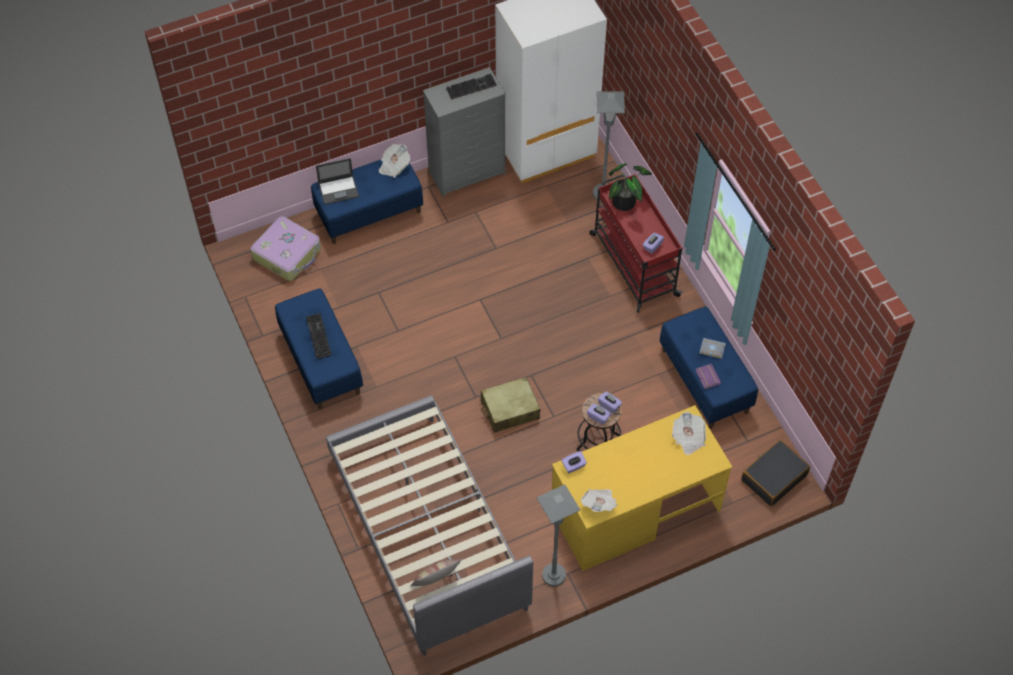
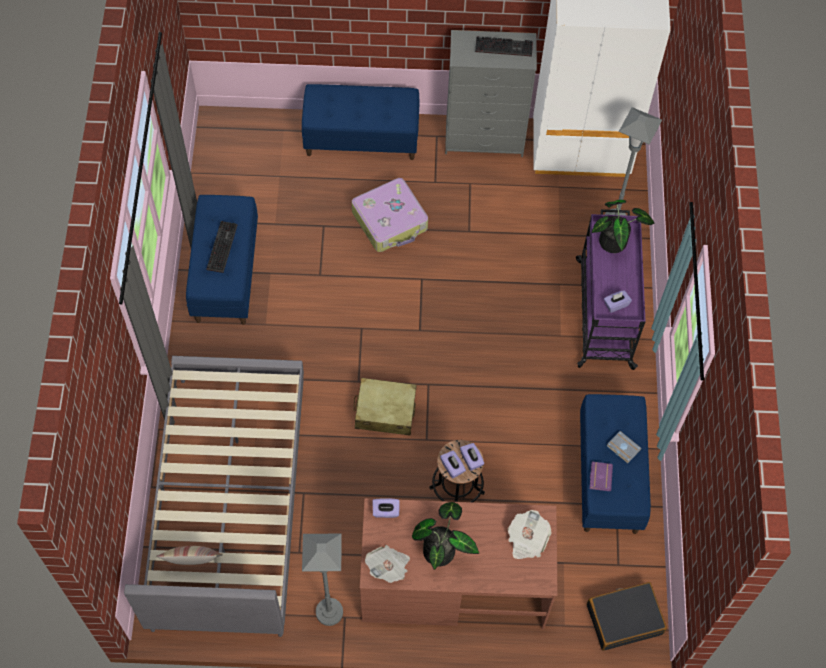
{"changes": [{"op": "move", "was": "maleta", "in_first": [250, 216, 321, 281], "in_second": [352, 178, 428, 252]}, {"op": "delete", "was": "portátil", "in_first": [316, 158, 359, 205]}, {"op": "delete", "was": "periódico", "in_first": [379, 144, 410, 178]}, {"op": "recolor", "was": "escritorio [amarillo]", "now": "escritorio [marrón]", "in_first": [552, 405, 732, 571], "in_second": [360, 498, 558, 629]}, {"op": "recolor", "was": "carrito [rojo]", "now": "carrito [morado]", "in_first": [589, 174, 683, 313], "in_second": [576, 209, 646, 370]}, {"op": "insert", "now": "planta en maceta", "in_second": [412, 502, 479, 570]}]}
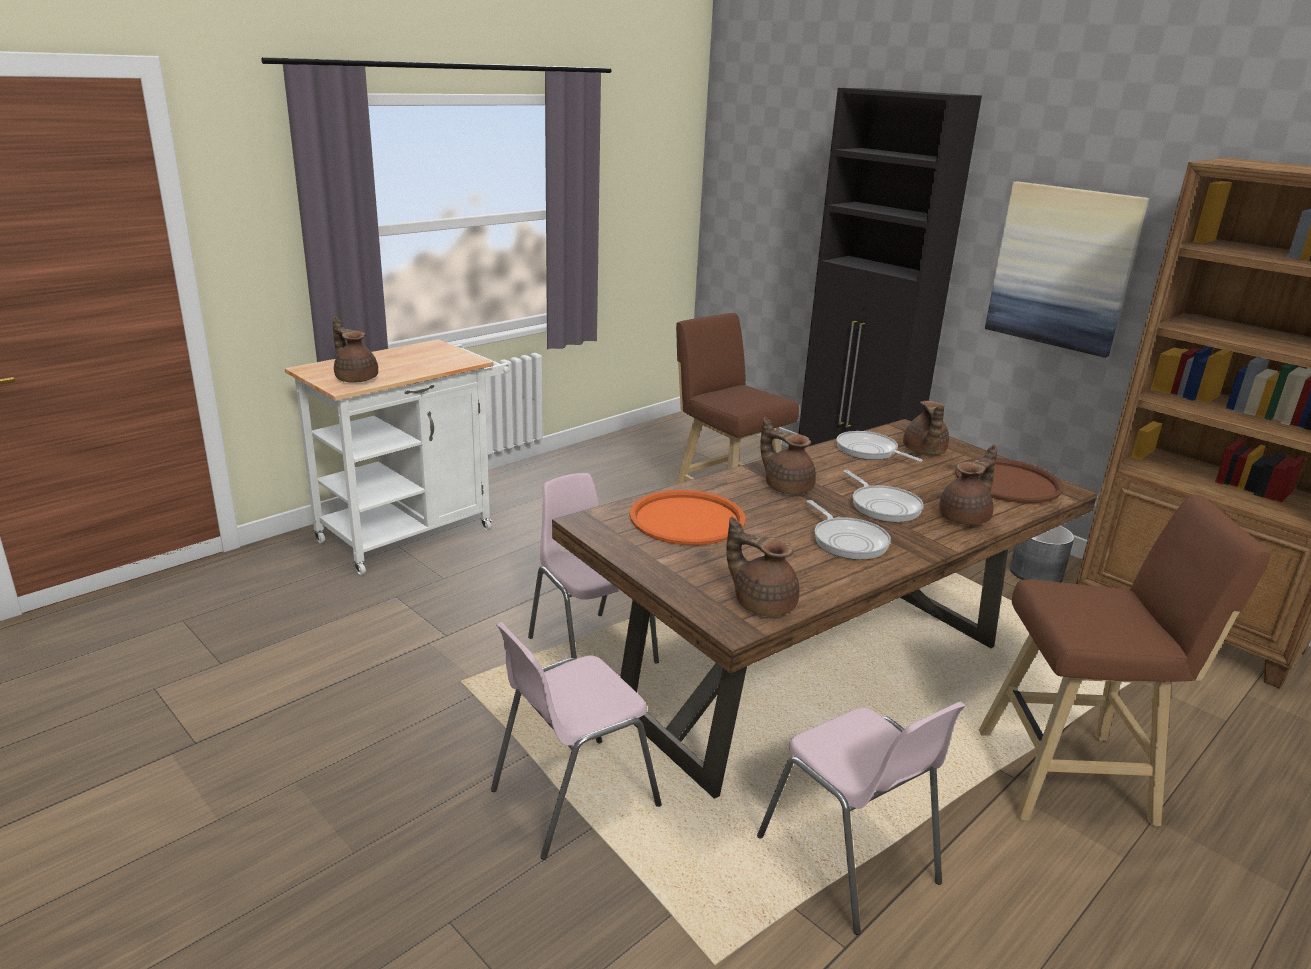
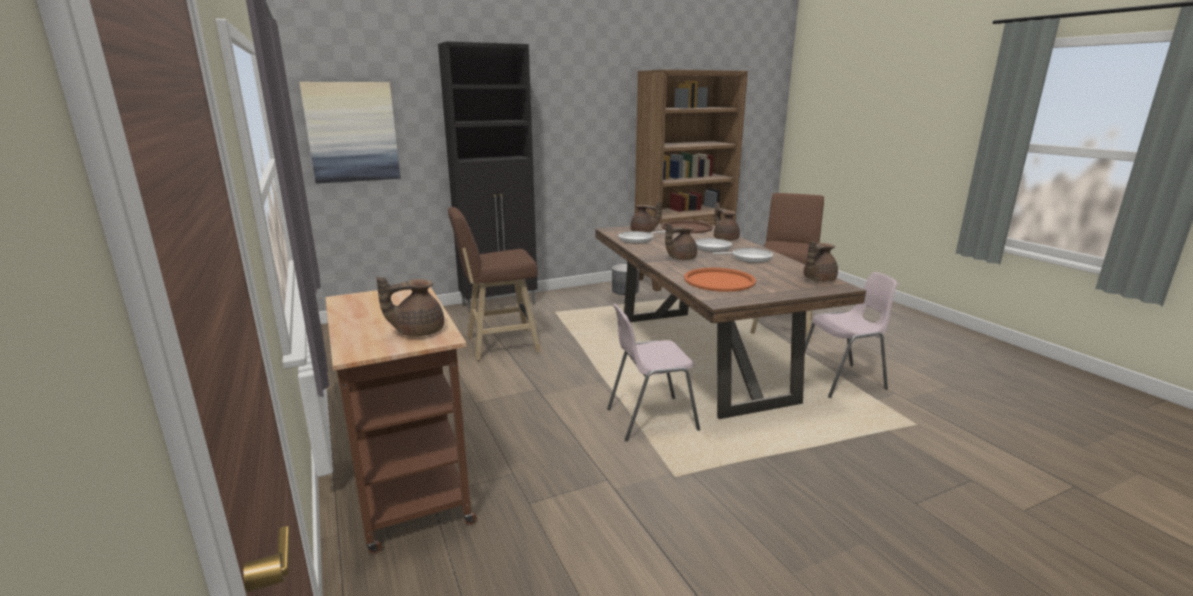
{"changes": [{"op": "recolor", "was": "carrito [blanco]", "now": "carrito [marrón]", "in_first": [285, 339, 510, 575], "in_second": [325, 287, 477, 554]}, {"op": "delete", "was": "silla [rosa]", "in_first": [491, 622, 662, 860]}, {"op": "move", "was": "cuadro", "in_first": [985, 181, 1149, 358], "in_second": [299, 82, 401, 184]}]}
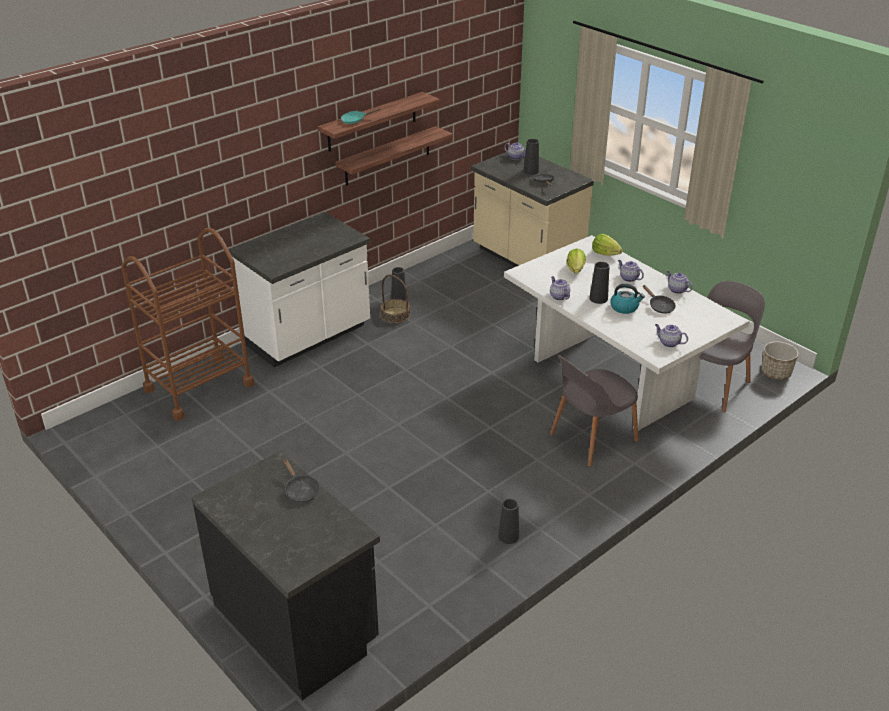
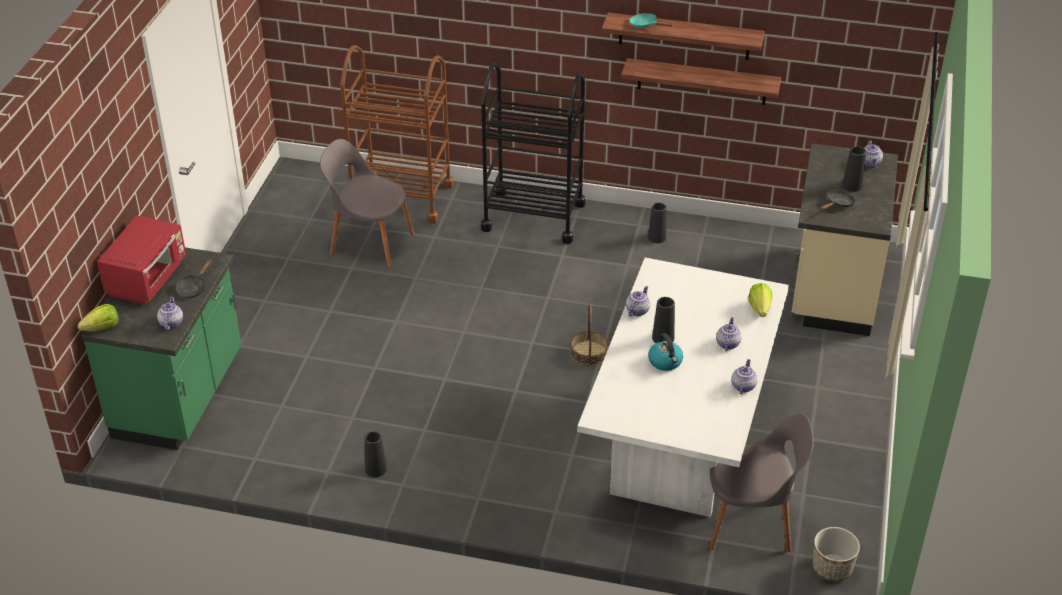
{"changes": [{"op": "recolor", "was": "mueble bajo de cocina [negro]", "now": "mueble bajo de cocina [verde]", "in_first": [191, 451, 380, 700], "in_second": [82, 247, 241, 450]}, {"op": "replace", "was": "mueble bajo de cocina [blanco]", "now": "carrito [negro]", "in_first": [228, 212, 370, 367], "in_second": [481, 63, 585, 244]}, {"op": "move", "was": "cesta", "in_first": [380, 275, 410, 323], "in_second": [570, 304, 608, 366]}, {"op": "move", "was": "silla [gris]", "in_first": [550, 354, 639, 466], "in_second": [320, 139, 414, 268]}, {"op": "move", "was": "lechuga", "in_first": [567, 248, 586, 274], "in_second": [78, 304, 119, 331]}, {"op": "delete", "was": "sartén [negro]", "in_first": [643, 285, 676, 314]}, {"op": "move", "was": "tetera", "in_first": [655, 324, 688, 347], "in_second": [157, 296, 183, 330]}, {"op": "insert", "now": "microondas [rojo]", "in_second": [97, 215, 186, 304]}]}
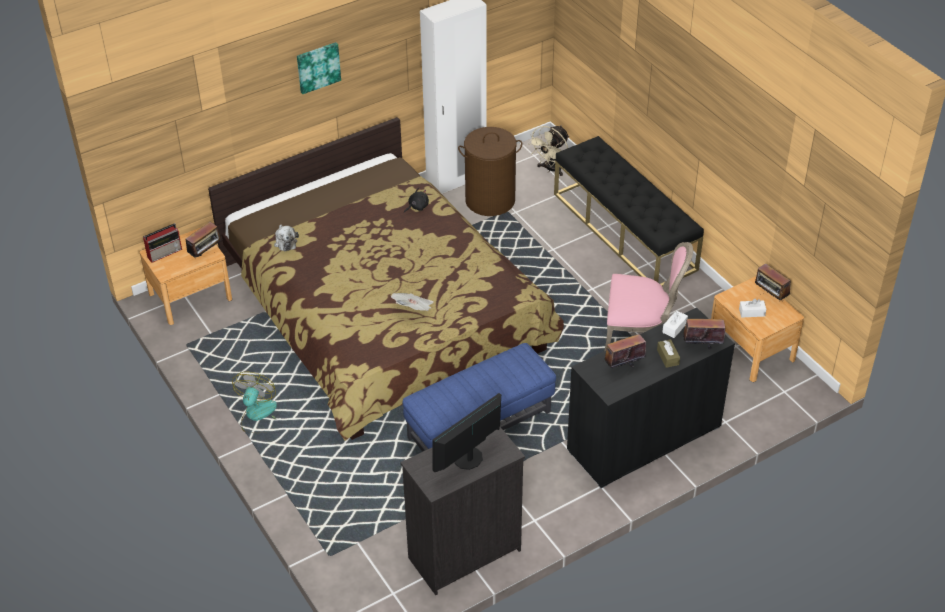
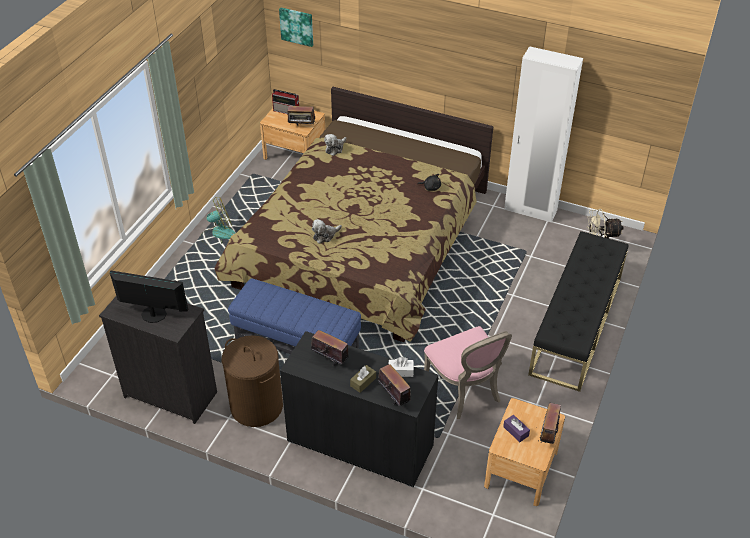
{"changes": [{"op": "move", "was": "cuadro", "in_first": [297, 42, 341, 94], "in_second": [279, 7, 313, 47]}, {"op": "replace", "was": "periódico", "now": "peluche", "in_first": [391, 293, 433, 311], "in_second": [312, 219, 342, 244]}, {"op": "move", "was": "cesto de la ropa [marrón]", "in_first": [458, 127, 522, 216], "in_second": [222, 335, 283, 427]}, {"op": "recolor", "was": "caja de pañuelos [blanco]", "now": "caja de pañuelos [morado]", "in_first": [739, 299, 766, 318], "in_second": [503, 415, 530, 442]}]}
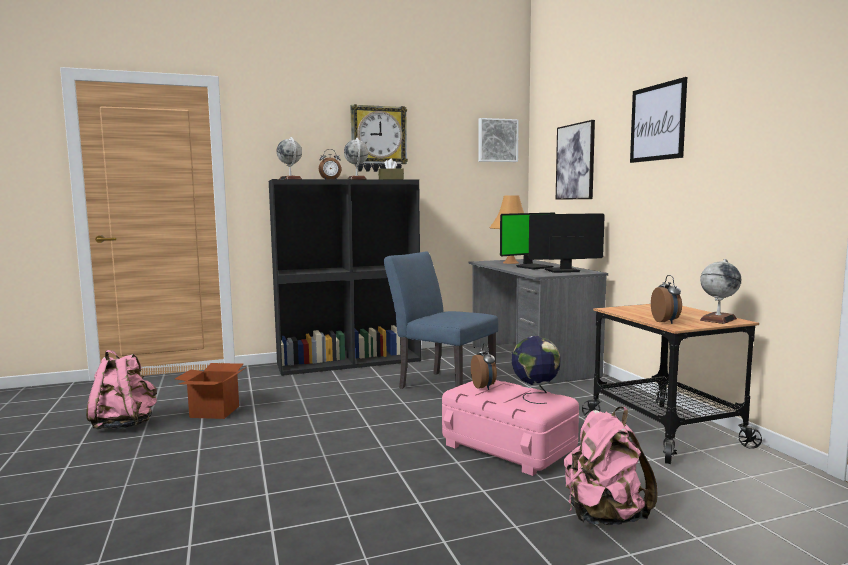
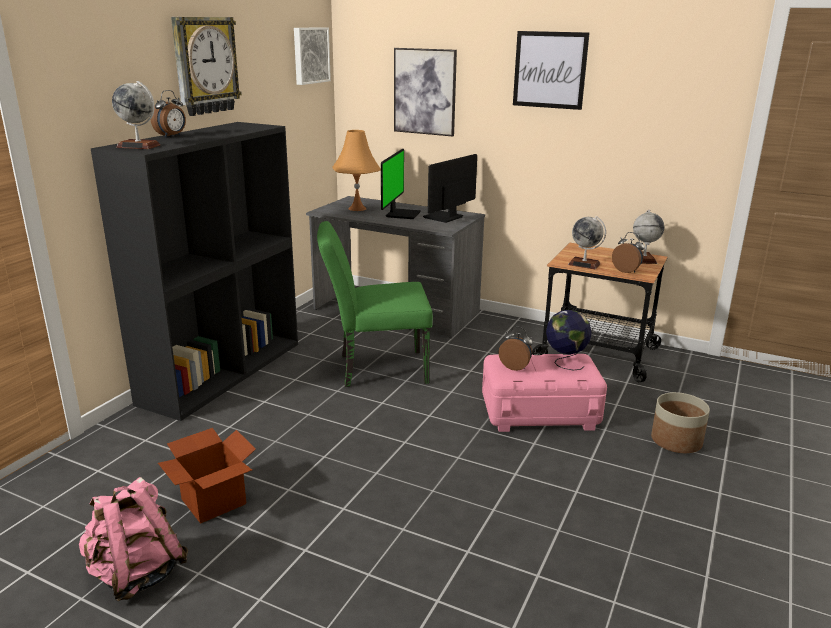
{"changes": [{"op": "move", "was": "globo terráqueo", "in_first": [344, 138, 368, 179], "in_second": [568, 216, 606, 269]}, {"op": "delete", "was": "caja de pañuelos [marrón]", "in_first": [378, 159, 404, 180]}, {"op": "recolor", "was": "silla [azul]", "now": "silla [verde]", "in_first": [384, 251, 498, 389], "in_second": [317, 221, 433, 387]}, {"op": "replace", "was": "mochila [rosa]", "now": "maceta", "in_first": [564, 407, 658, 525], "in_second": [651, 392, 710, 453]}]}
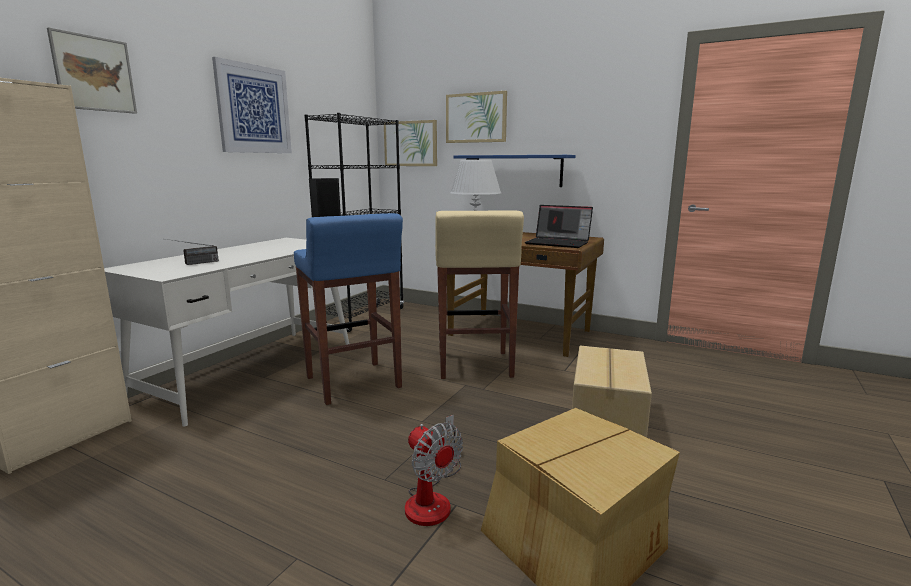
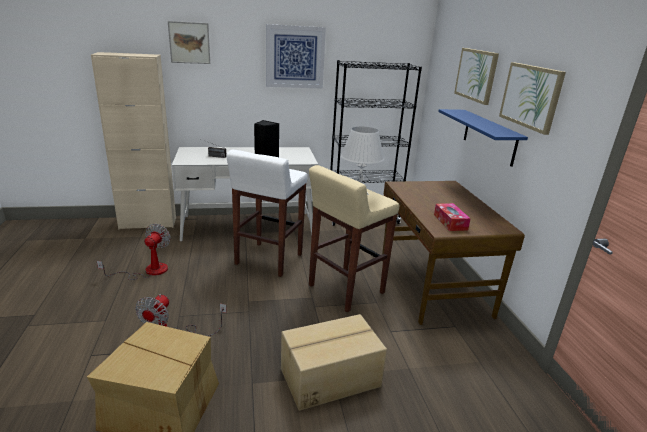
{"changes": [{"op": "recolor", "was": "taburete [azul]", "now": "taburete [blanco]", "in_first": [294, 213, 403, 405], "in_second": [226, 150, 308, 277]}, {"op": "move", "was": "cuadro", "in_first": [384, 120, 437, 166], "in_second": [499, 62, 566, 135]}, {"op": "replace", "was": "portátil", "now": "caja de pañuelos", "in_first": [525, 205, 593, 248], "in_second": [434, 203, 471, 231]}, {"op": "insert", "now": "ventilador", "in_second": [97, 224, 171, 280]}]}
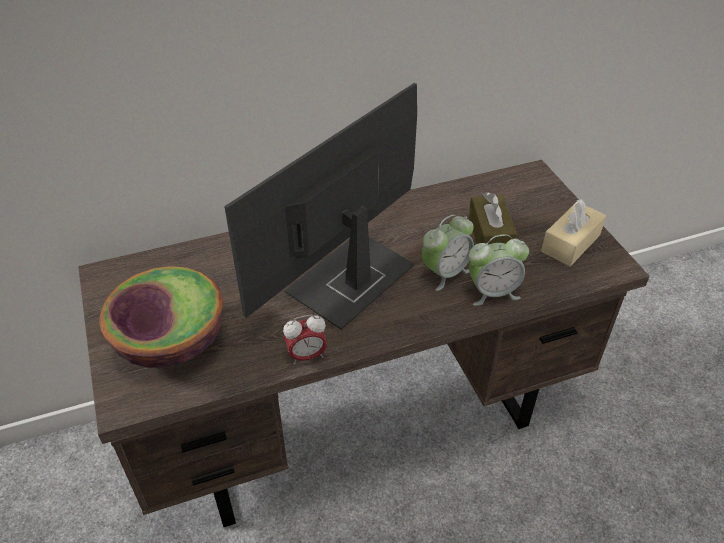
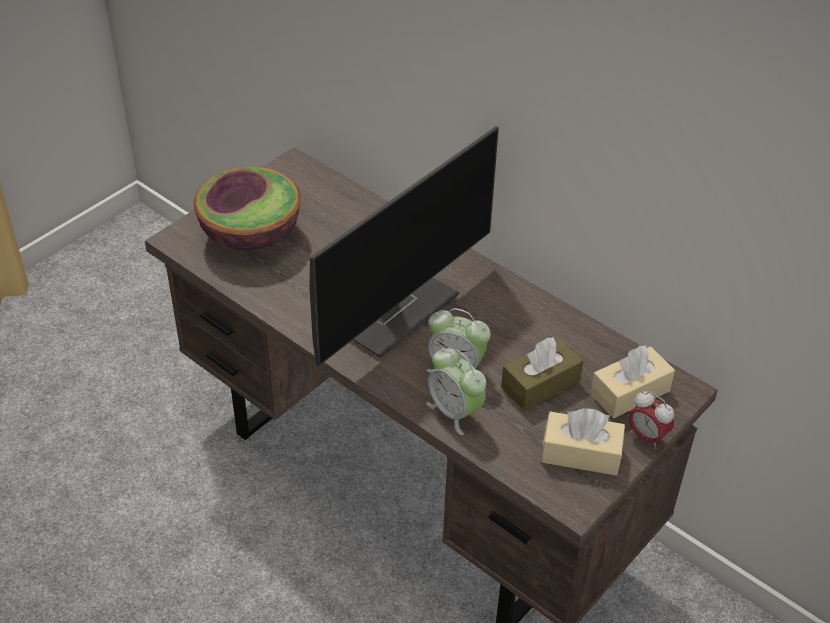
{"changes": [{"op": "rotate", "was": "monitor", "in_first": [224, 83, 417, 330], "in_second": [309, 126, 499, 366], "clockwise": 120}, {"op": "move", "was": "despertador", "in_first": [283, 315, 328, 365], "in_second": [629, 391, 674, 449]}, {"op": "insert", "now": "caja de pañuelos [beis]", "in_second": [590, 346, 675, 418]}]}
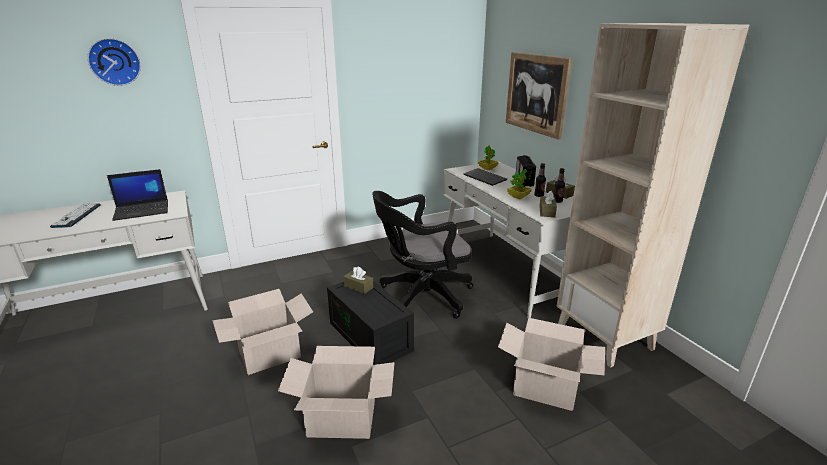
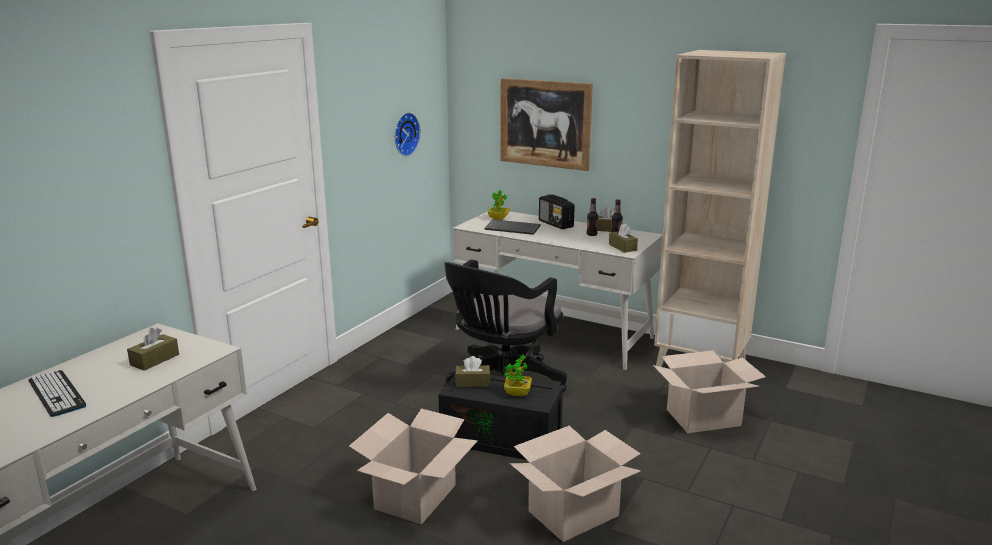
{"changes": [{"op": "move", "was": "reloj de pared", "in_first": [88, 38, 141, 86], "in_second": [395, 112, 420, 156]}, {"op": "replace", "was": "portátil", "now": "caja de pañuelos [marrón]", "in_first": [107, 169, 168, 221], "in_second": [127, 328, 179, 371]}, {"op": "move", "was": "planta en maceta", "in_first": [507, 169, 532, 199], "in_second": [504, 355, 532, 396]}]}
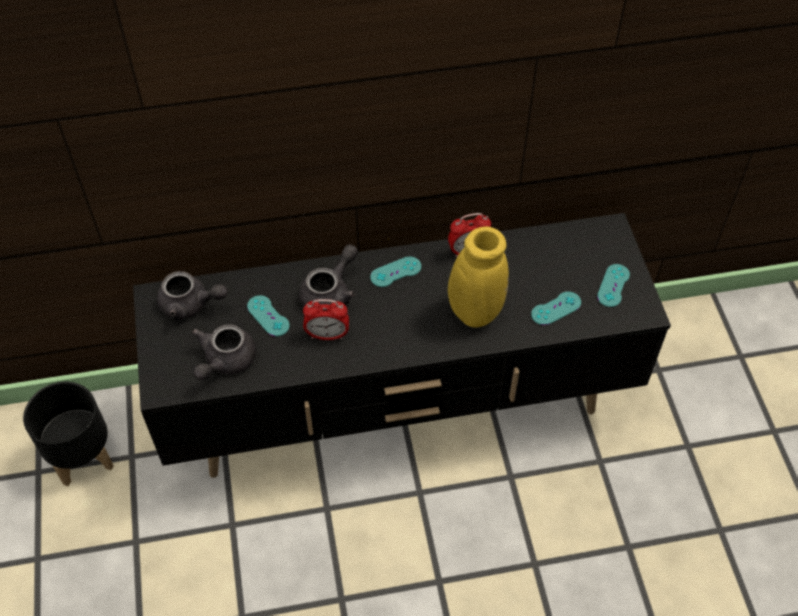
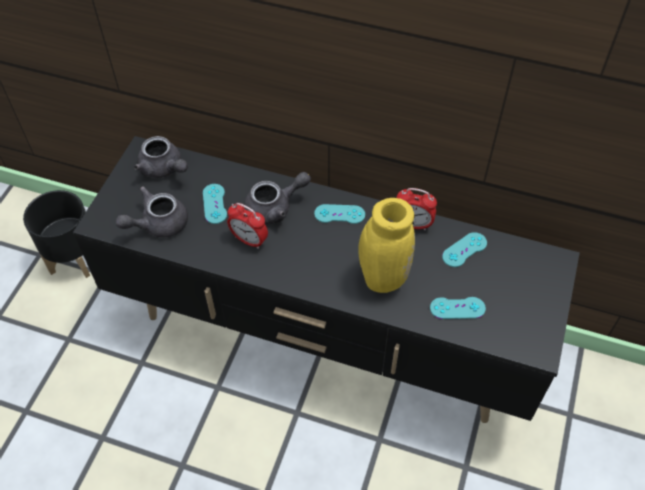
{"changes": [{"op": "move", "was": "mando de consola [turquesa]", "in_first": [597, 264, 630, 307], "in_second": [442, 232, 487, 267]}]}
